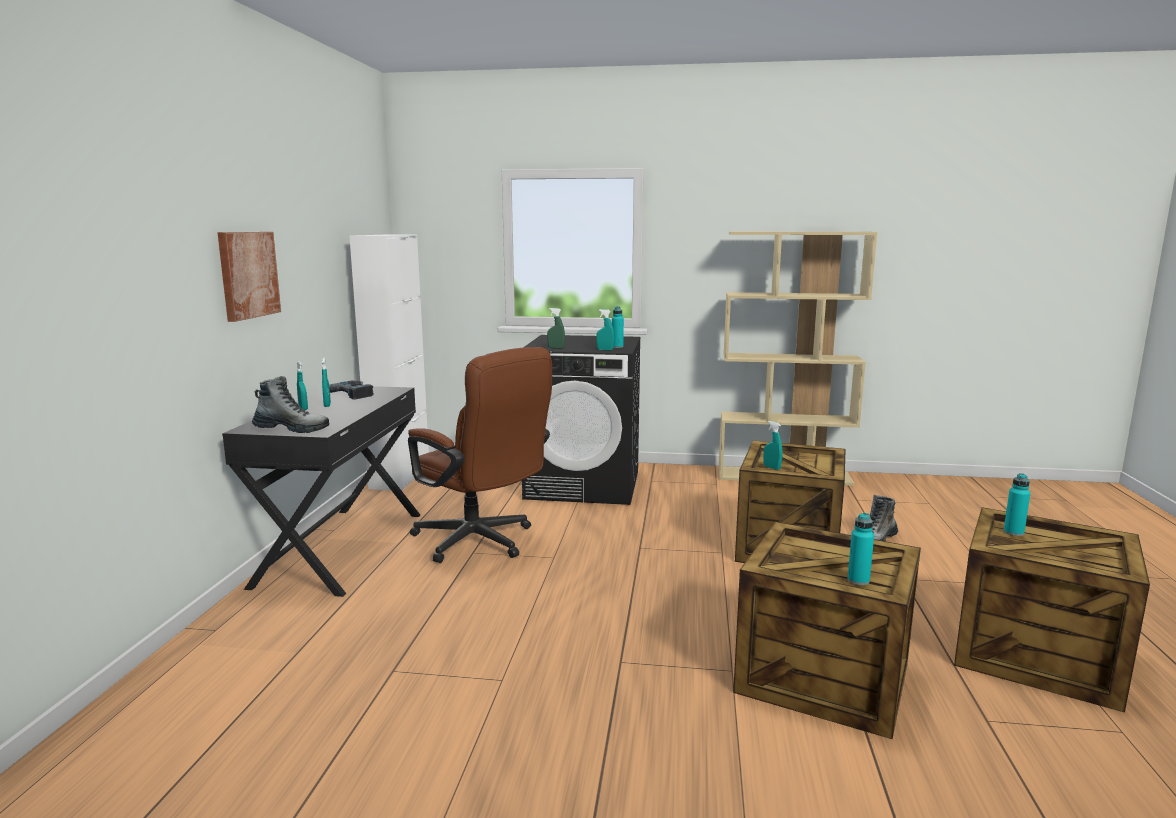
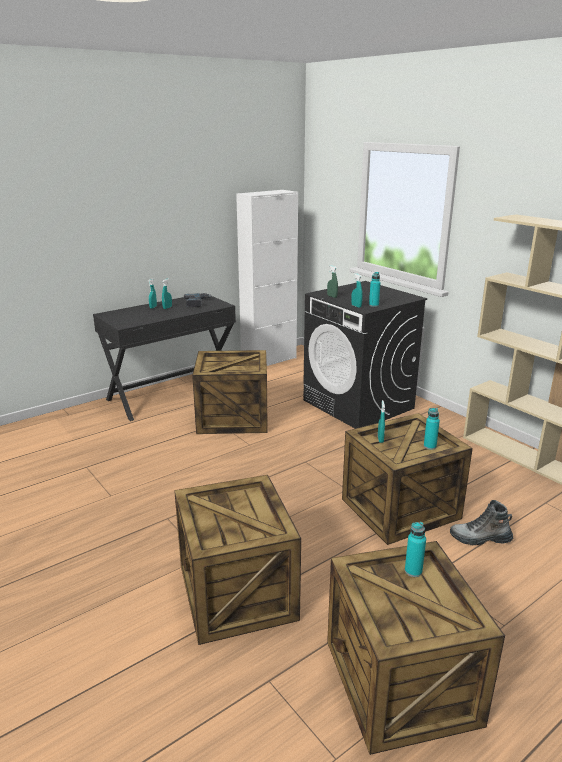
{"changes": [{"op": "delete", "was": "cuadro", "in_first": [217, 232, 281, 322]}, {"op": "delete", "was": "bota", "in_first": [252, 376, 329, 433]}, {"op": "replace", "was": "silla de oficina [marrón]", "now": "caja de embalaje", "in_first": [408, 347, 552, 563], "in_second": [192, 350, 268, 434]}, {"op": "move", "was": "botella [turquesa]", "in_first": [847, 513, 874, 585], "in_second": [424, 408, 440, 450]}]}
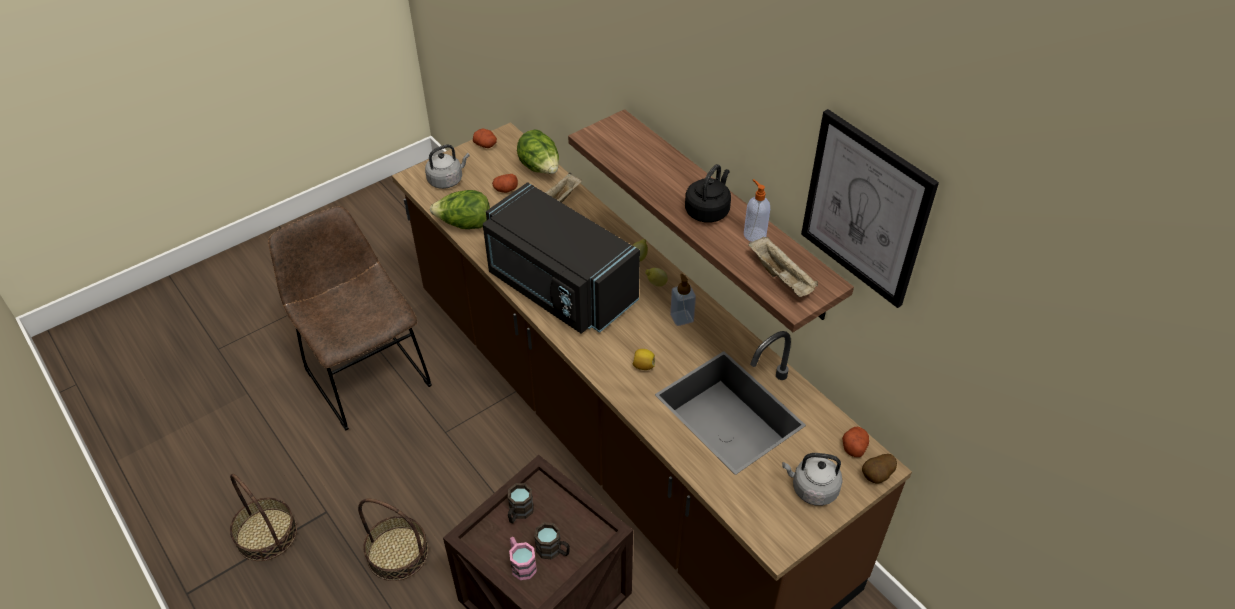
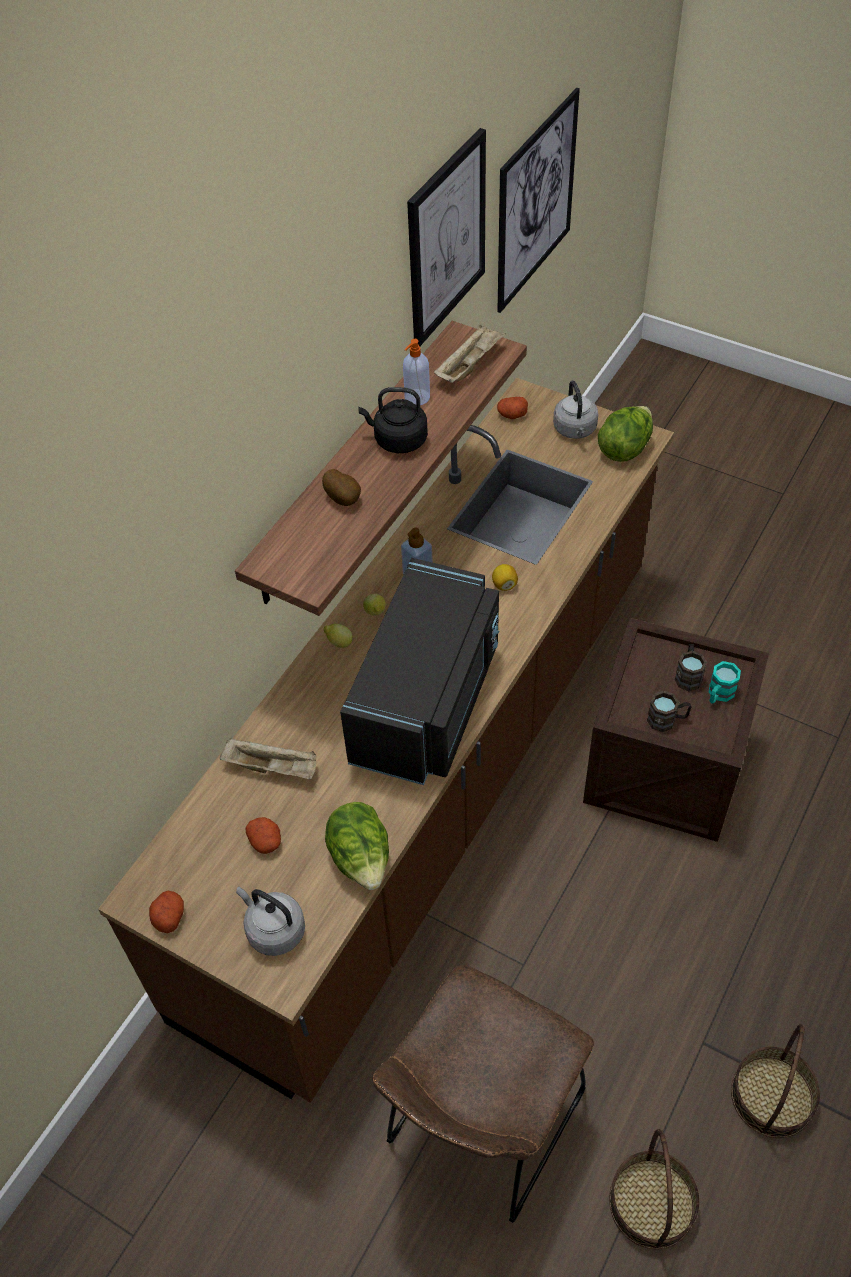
{"changes": [{"op": "move", "was": "cesta", "in_first": [358, 499, 429, 581], "in_second": [609, 1129, 699, 1249]}, {"op": "recolor", "was": "taza grande [rosa]", "now": "taza grande [turquesa]", "in_first": [509, 537, 537, 580], "in_second": [708, 661, 741, 704]}, {"op": "move", "was": "lechuga", "in_first": [517, 129, 559, 174], "in_second": [598, 406, 653, 462]}, {"op": "move", "was": "patata", "in_first": [862, 454, 897, 484], "in_second": [322, 469, 361, 506]}, {"op": "insert", "now": "cuadro", "in_second": [497, 88, 580, 313]}]}
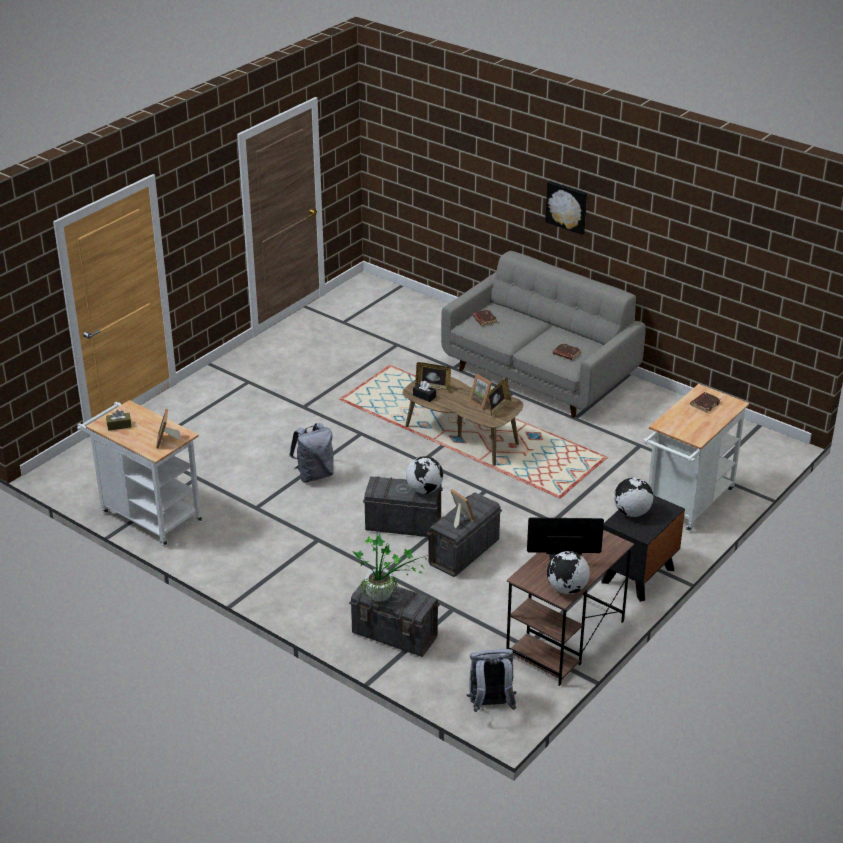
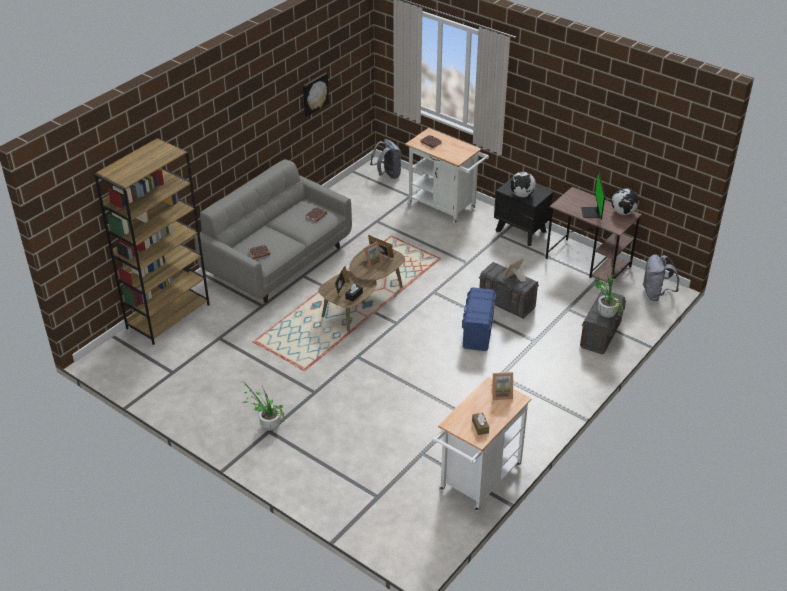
{"changes": [{"op": "move", "was": "mochila [gris]", "in_first": [289, 423, 334, 482], "in_second": [370, 139, 402, 179]}, {"op": "recolor", "was": "caja de almacenaje [gris]", "now": "caja de almacenaje [azul]", "in_first": [363, 476, 443, 537], "in_second": [462, 287, 496, 351]}, {"op": "delete", "was": "globo terráqueo", "in_first": [406, 456, 443, 494]}, {"op": "move", "was": "cuadro", "in_first": [545, 181, 587, 235], "in_second": [303, 72, 329, 117]}, {"op": "insert", "now": "estantería [marrón]", "in_second": [94, 138, 210, 345]}, {"op": "insert", "now": "planta en maceta", "in_second": [240, 378, 286, 431]}]}
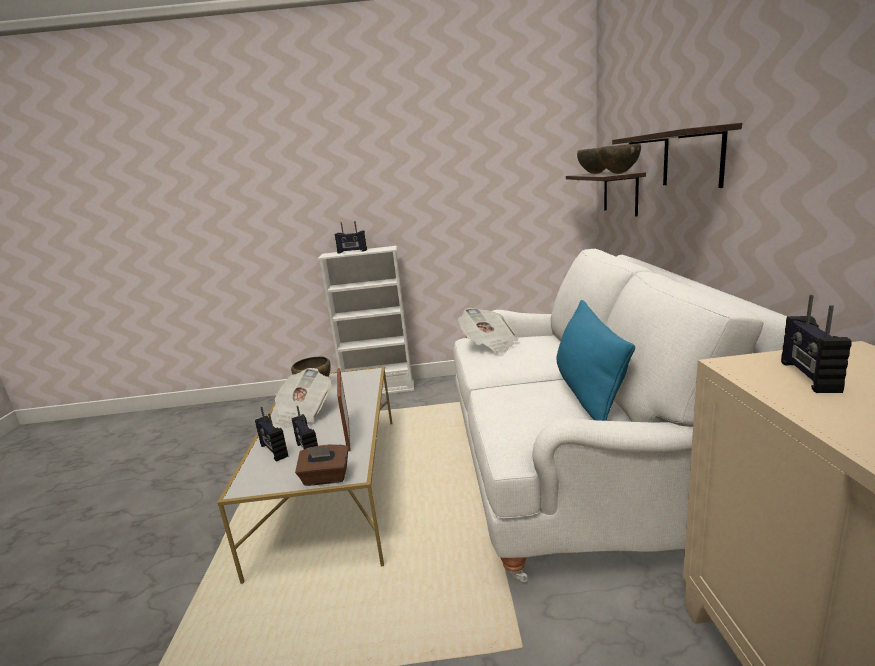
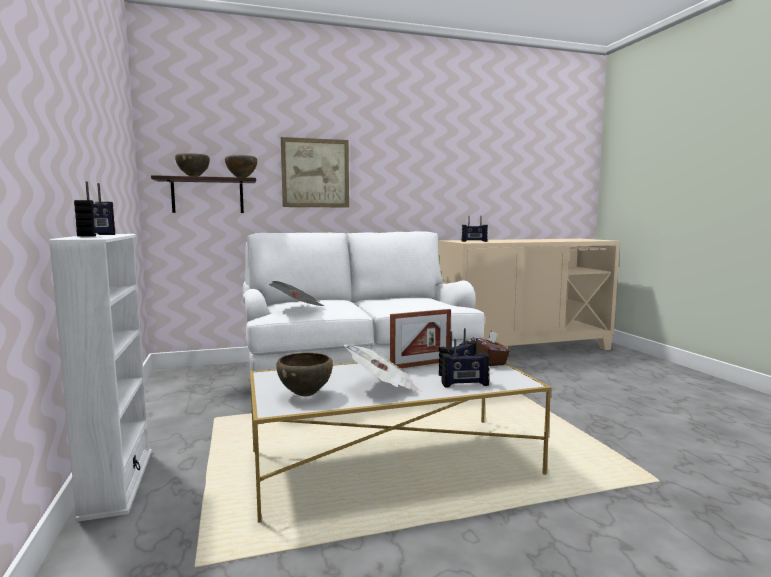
{"changes": [{"op": "rotate", "was": "radio", "in_first": [255, 407, 288, 462], "in_second": [442, 338, 490, 387], "clockwise": 45}, {"op": "delete", "was": "cojín [azul]", "in_first": [556, 300, 635, 421]}, {"op": "replace", "was": "estante", "now": "cuadro", "in_first": [612, 123, 742, 188], "in_second": [281, 137, 349, 207]}]}
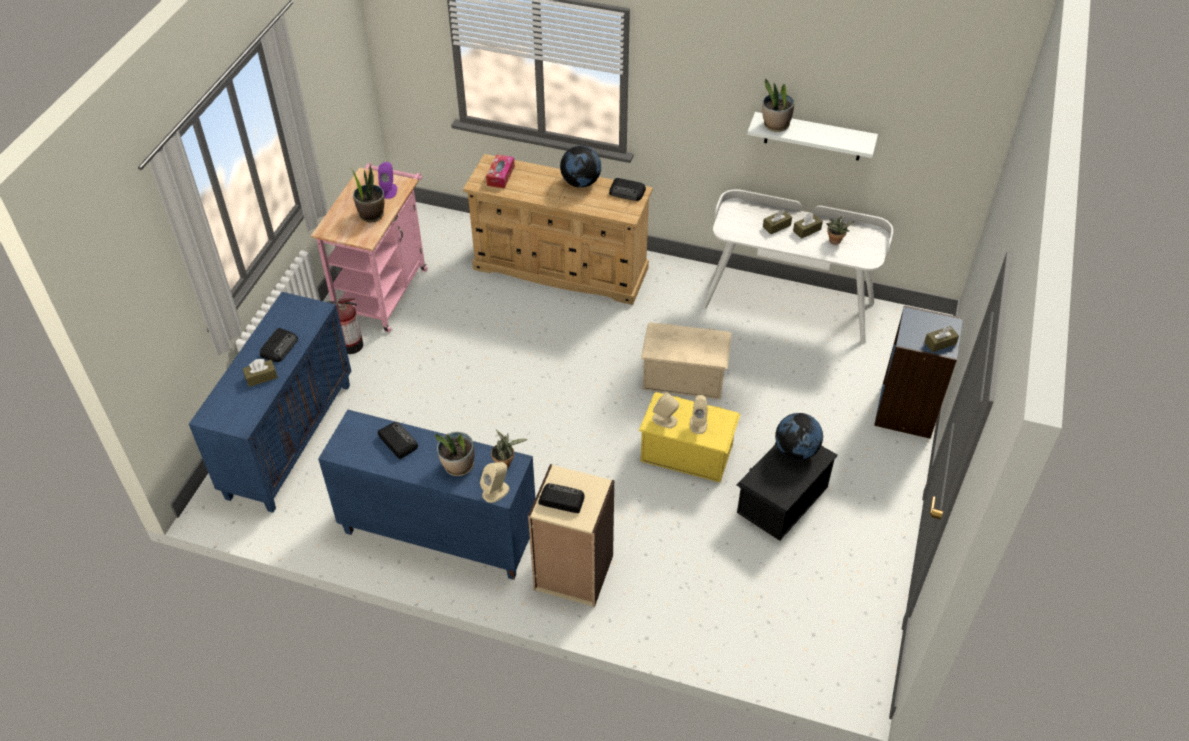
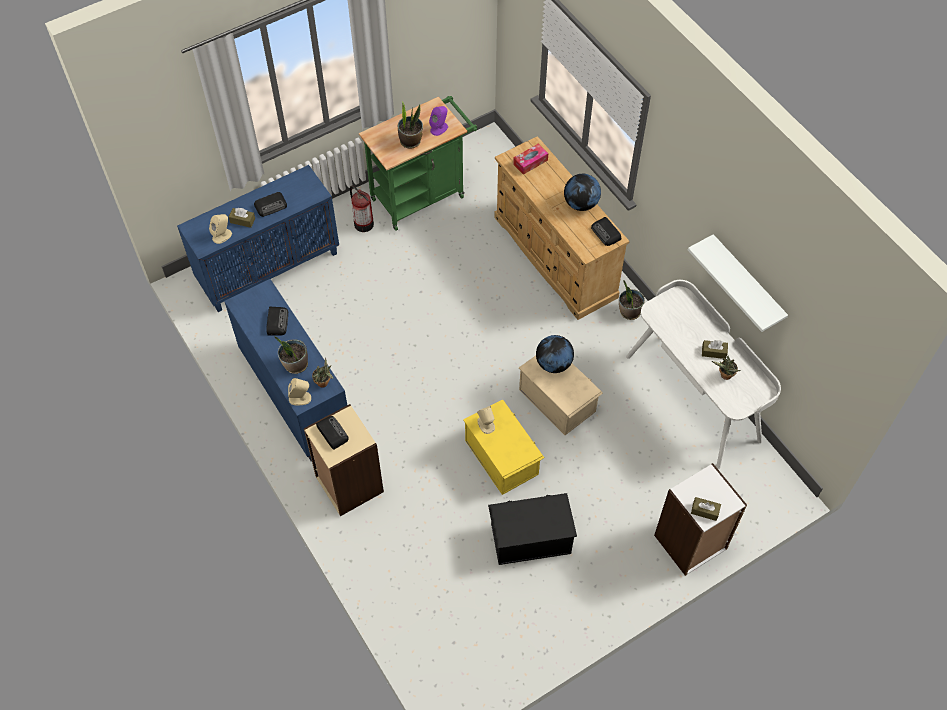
{"changes": [{"op": "recolor", "was": "carrito [rosa]", "now": "carrito [verde]", "in_first": [311, 163, 428, 333], "in_second": [359, 96, 477, 231]}, {"op": "move", "was": "altavoz [beis]", "in_first": [690, 395, 708, 434], "in_second": [209, 214, 232, 244]}, {"op": "move", "was": "planta en maceta", "in_first": [762, 79, 795, 132], "in_second": [619, 281, 645, 320]}, {"op": "delete", "was": "caja de pañuelos [marrón]", "in_first": [763, 210, 792, 234]}, {"op": "move", "was": "globo terráqueo", "in_first": [775, 413, 823, 460], "in_second": [536, 335, 574, 373]}, {"op": "recolor", "was": "estantería [azul]", "now": "estantería [blanco]", "in_first": [874, 305, 963, 439], "in_second": [654, 463, 747, 576]}]}
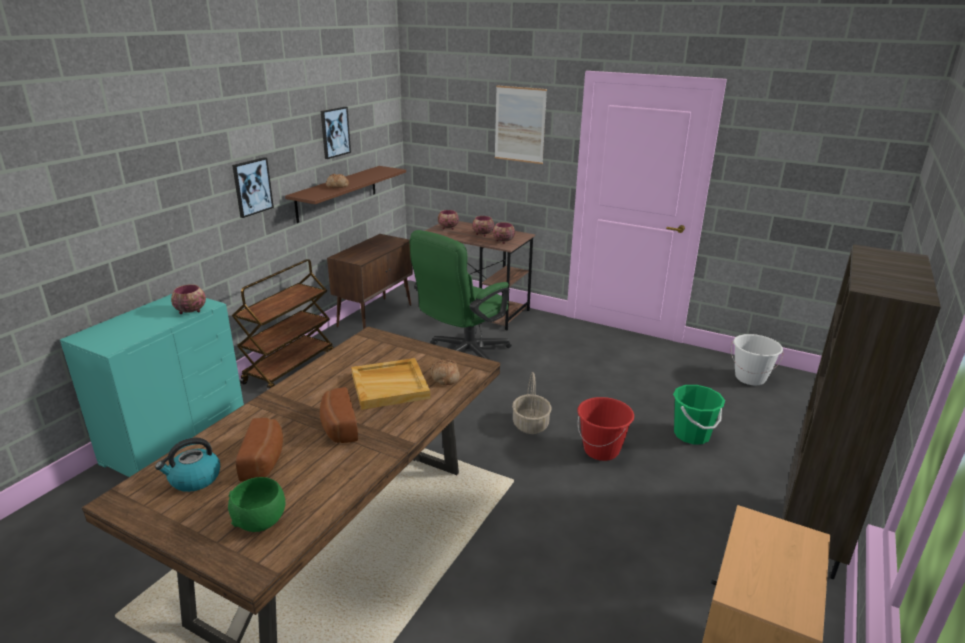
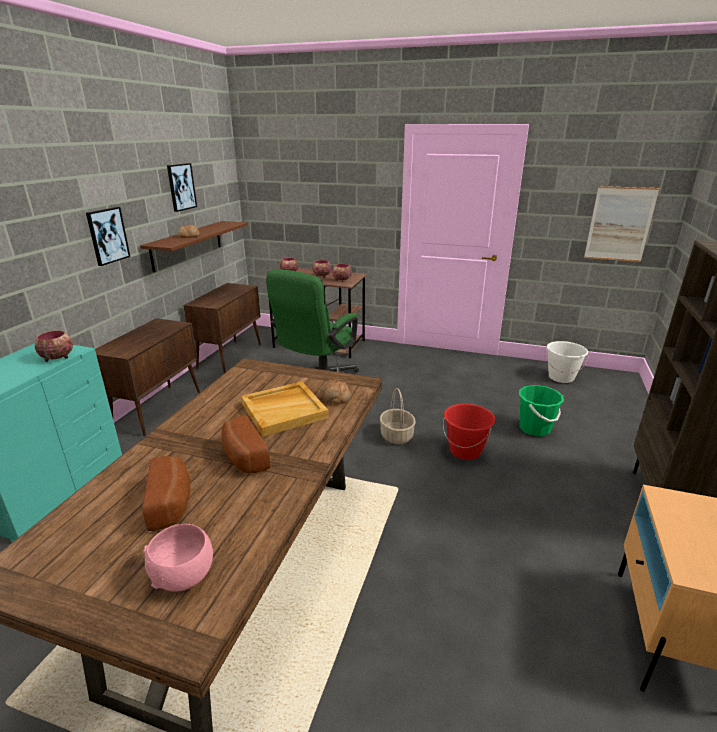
{"changes": [{"op": "delete", "was": "hervidor", "in_first": [155, 438, 220, 492]}, {"op": "recolor", "was": "cuenco [verde]", "now": "cuenco [rosa]", "in_first": [228, 477, 285, 532], "in_second": [143, 524, 213, 592]}, {"op": "replace", "was": "carrito [marrón]", "now": "armario [marrón]", "in_first": [232, 259, 334, 390], "in_second": [95, 318, 200, 436]}, {"op": "move", "was": "cuadro", "in_first": [495, 85, 547, 164], "in_second": [584, 186, 660, 262]}]}
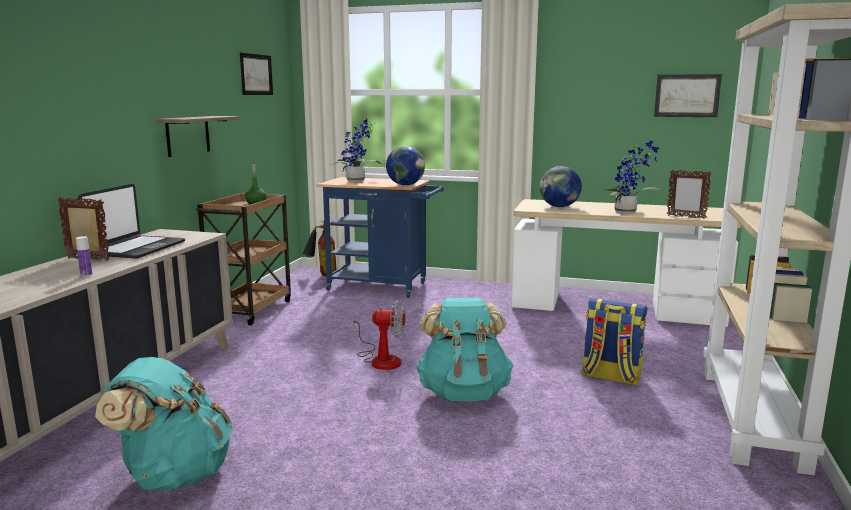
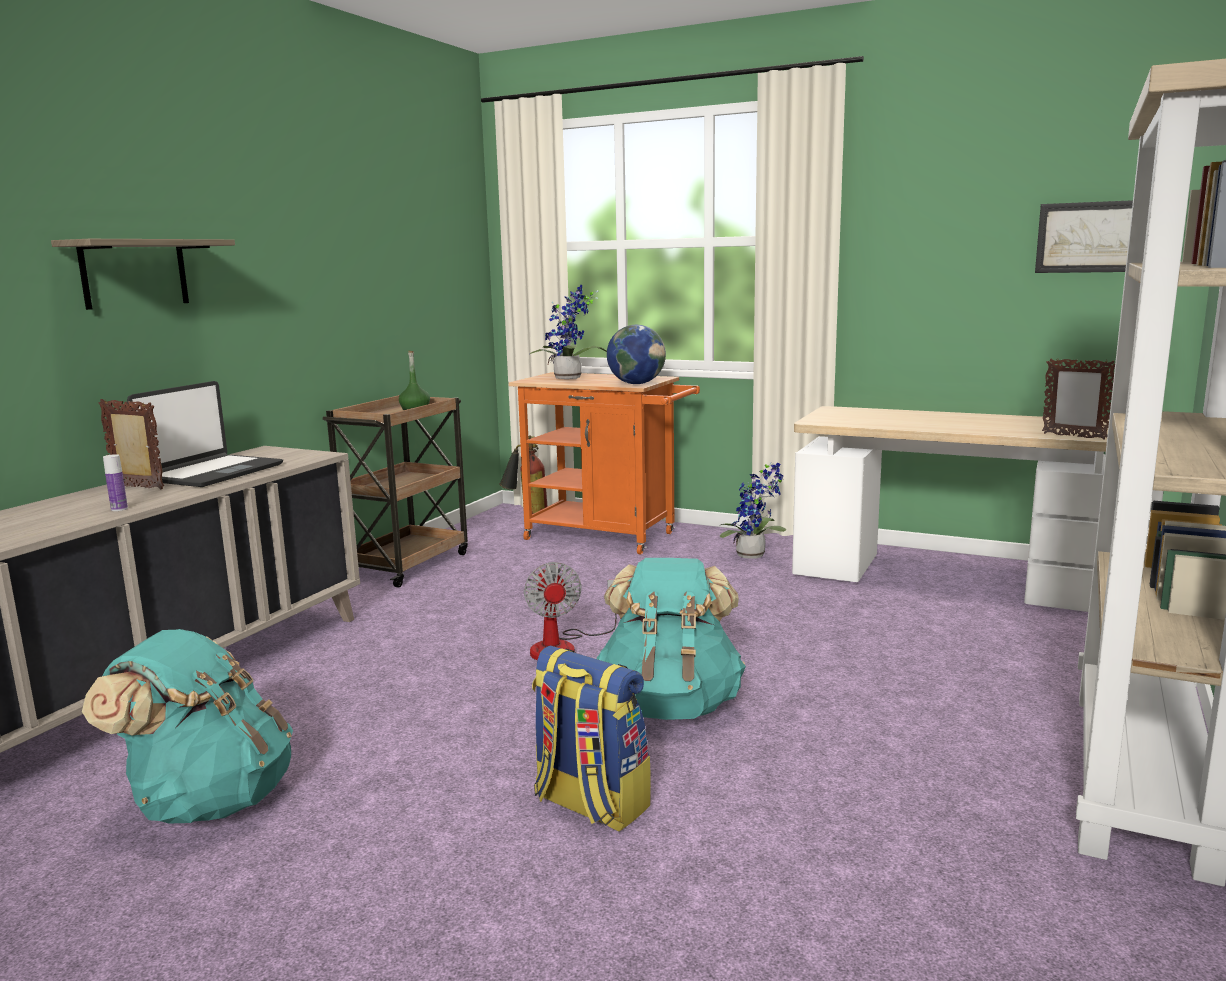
{"changes": [{"op": "move", "was": "estante", "in_first": [155, 116, 239, 157], "in_second": [51, 239, 235, 310]}, {"op": "delete", "was": "cuadro", "in_first": [240, 53, 273, 95]}, {"op": "recolor", "was": "carrito [azul]", "now": "carrito [naranja]", "in_first": [317, 177, 444, 298], "in_second": [509, 372, 700, 555]}, {"op": "rotate", "was": "ventilador", "in_first": [353, 300, 405, 370], "in_second": [524, 562, 617, 660], "clockwise": 60}, {"op": "delete", "was": "globo terráqueo", "in_first": [540, 166, 582, 207]}, {"op": "move", "was": "mochila", "in_first": [581, 298, 647, 386], "in_second": [532, 645, 651, 832]}, {"op": "move", "was": "planta en maceta", "in_first": [605, 141, 660, 213], "in_second": [720, 462, 786, 559]}]}
